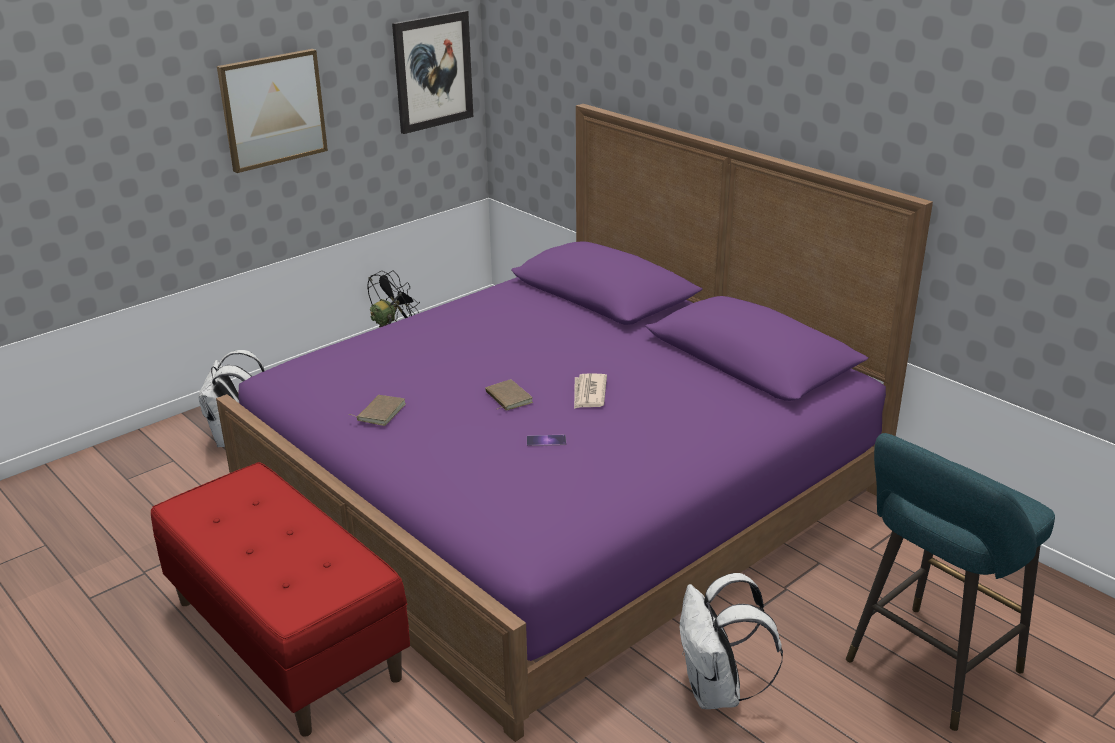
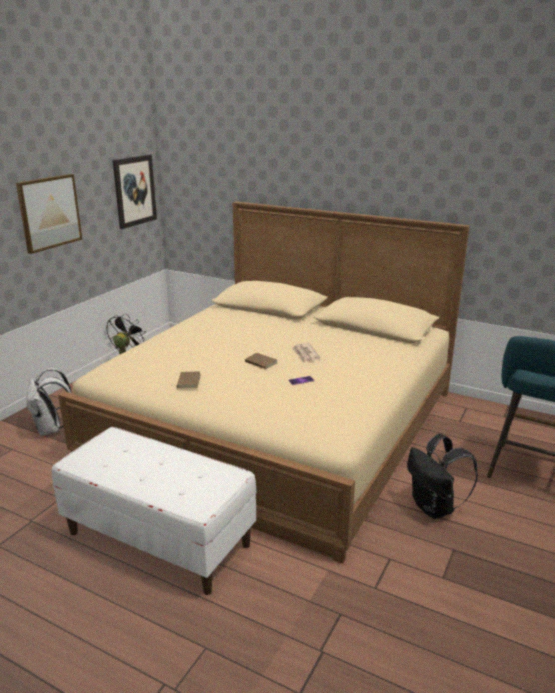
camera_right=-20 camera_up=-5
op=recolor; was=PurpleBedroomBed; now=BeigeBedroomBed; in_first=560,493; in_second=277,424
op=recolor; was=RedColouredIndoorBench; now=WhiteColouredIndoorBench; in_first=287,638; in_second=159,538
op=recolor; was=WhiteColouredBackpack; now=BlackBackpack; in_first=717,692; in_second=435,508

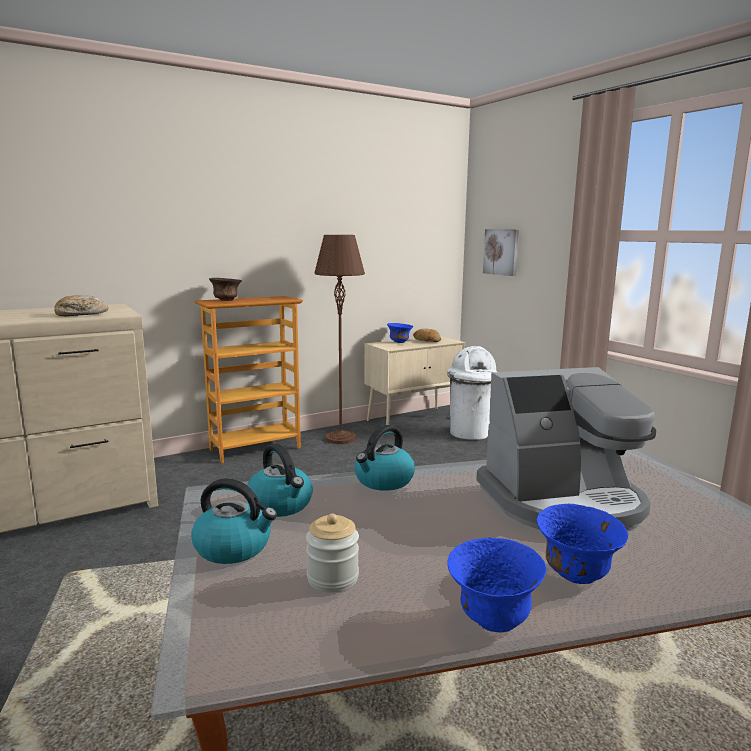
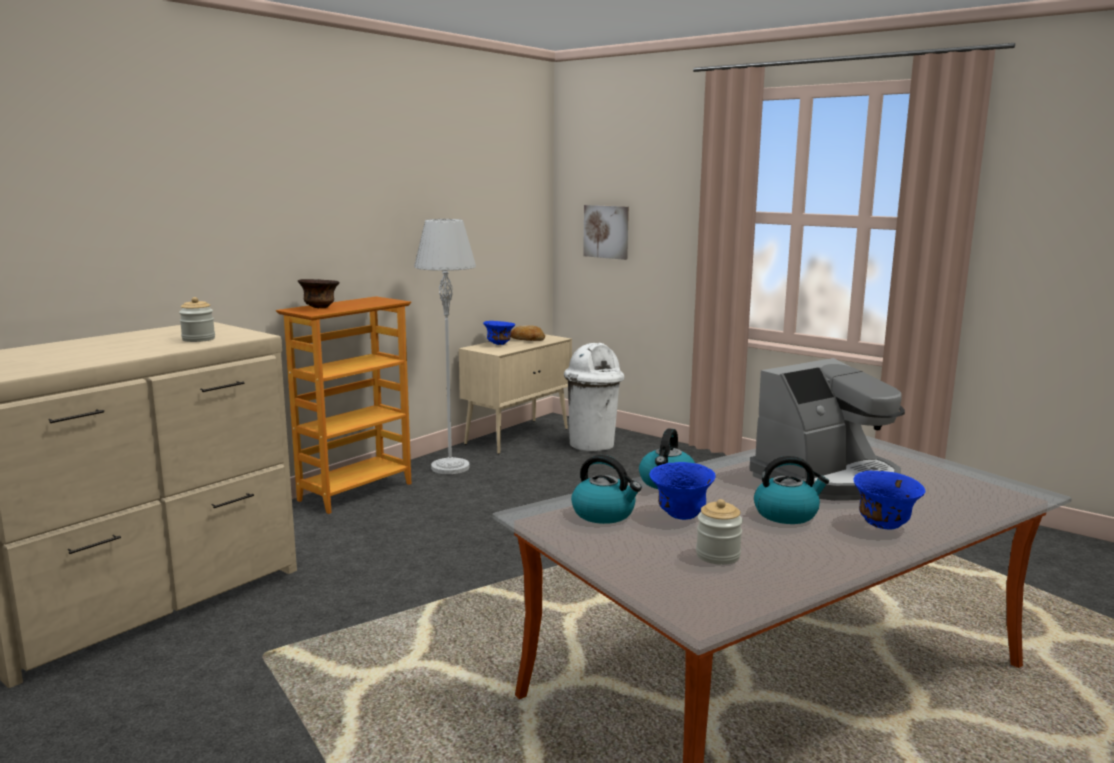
camera_right=-20 camera_up=0
op=recolor; was=BrownFloorLamp; now=GreyFloorLamp; in_first=340,438; in_second=450,467
op=replace; was=BakedBread; now=Jar; in_first=81,314; in_second=198,339
op=move; was=Kettle; in_first=234,547; in_second=786,514
op=move; was=BluishDeepDish; in_first=493,620; in_second=681,515

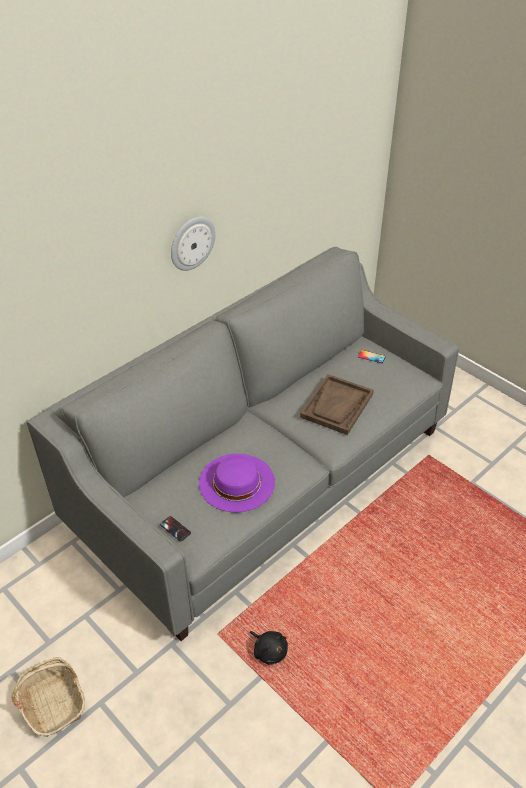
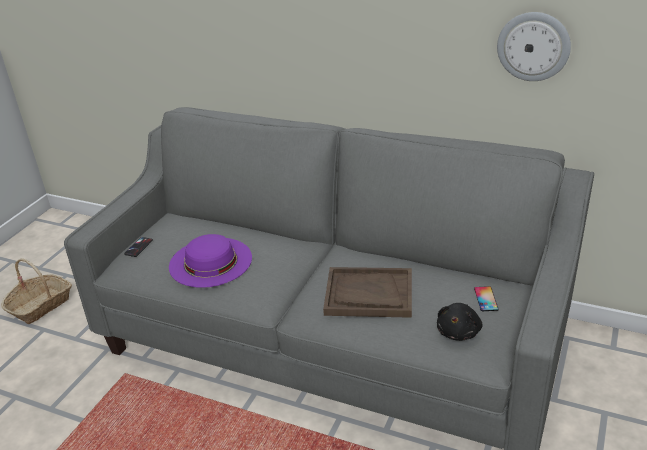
camera_right=70 camera_up=-10
op=move; was=WallClock; in_first=192,243; in_second=533,46
op=move; was=BlackPlushToy; in_first=269,651; in_second=459,331

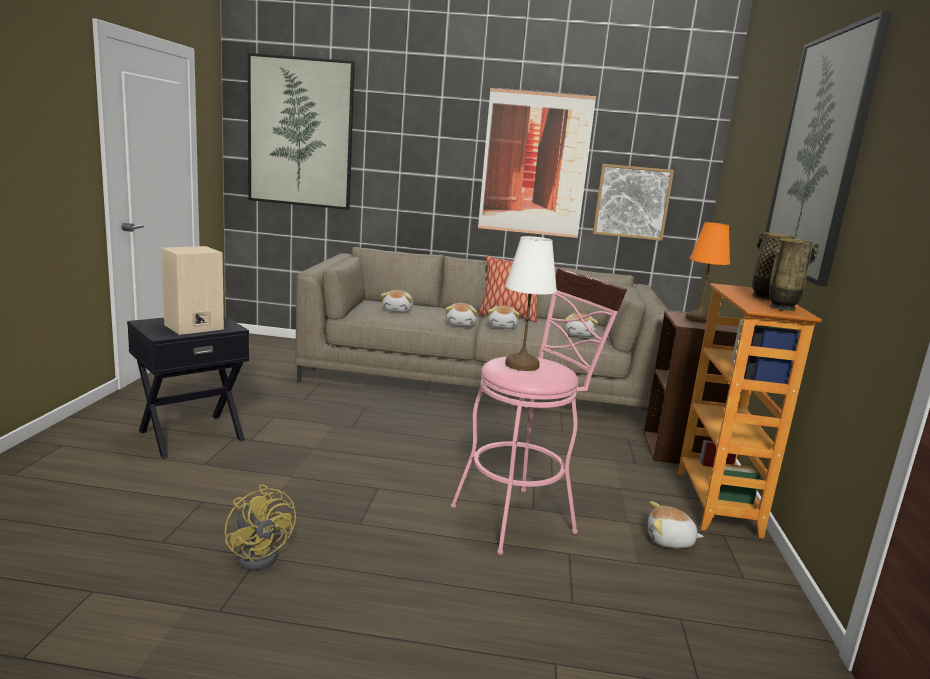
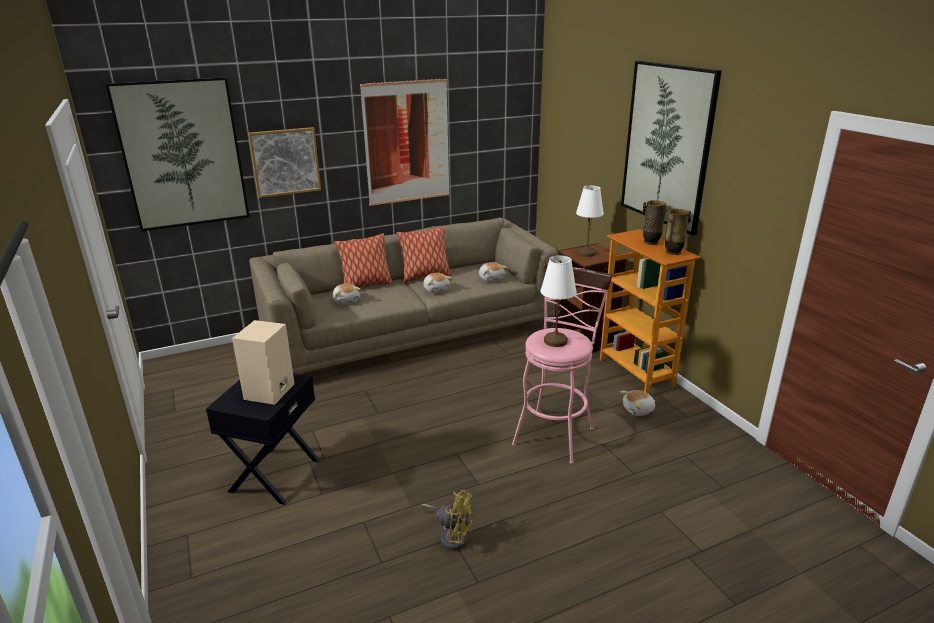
camera_right=-30 camera_up=10
op=move; was=Picture; in_first=632,202; in_second=285,162
op=recolor; was=OrangeTabletopLamp; now=WhiteColouredTabletopLamp; in_first=698,319; in_second=586,253
op=delete; was=PlushToy; in_first=461,324
op=insert; now=Cushion; in_second=366,285

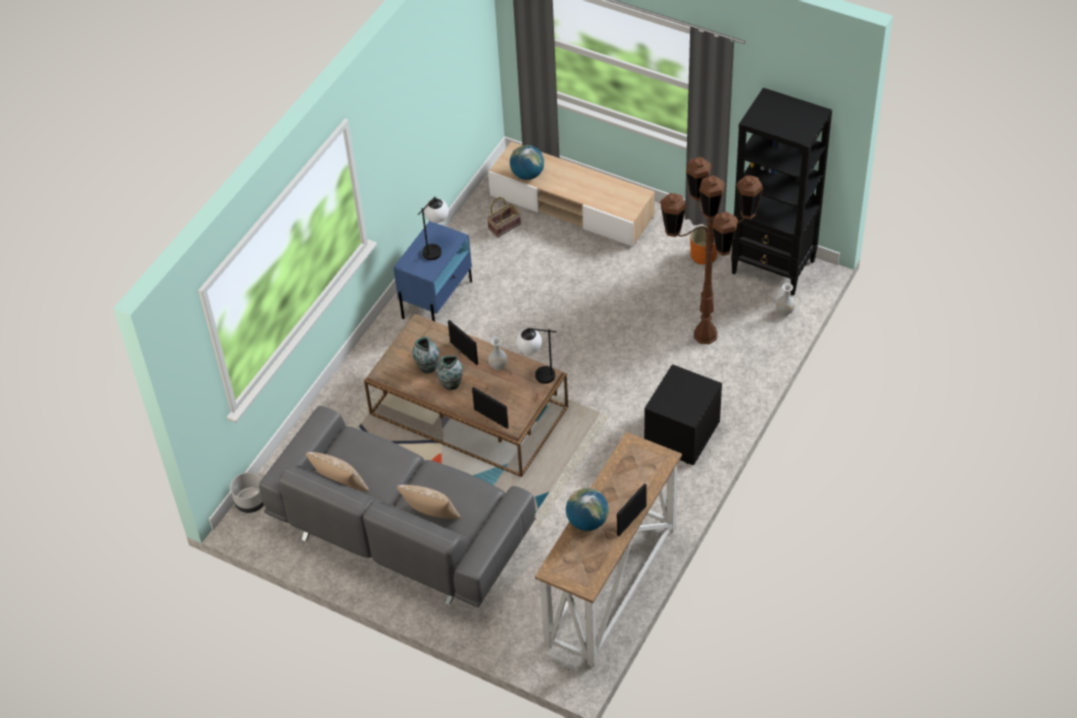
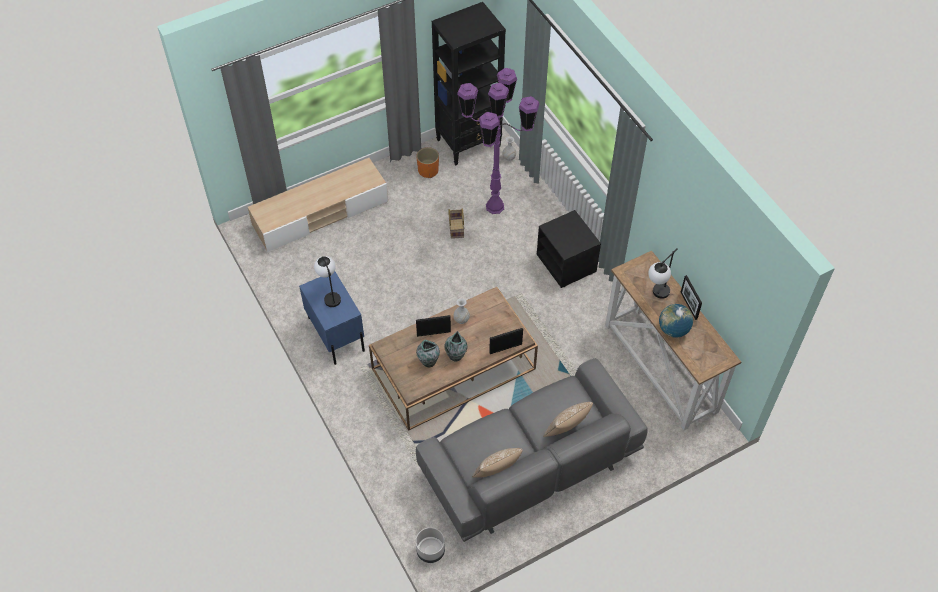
camera_right=-60 camera_up=5
op=delete; was=DeskGlobe; in_first=527,175
op=recolor; was=BrownFloorLamp; now=PurpleFloorLamp; in_first=706,335; in_second=495,206
op=move; was=Basket; in_first=504,226; in_second=455,228
op=move; was=TabletopLamp; in_first=536,375; in_second=656,296

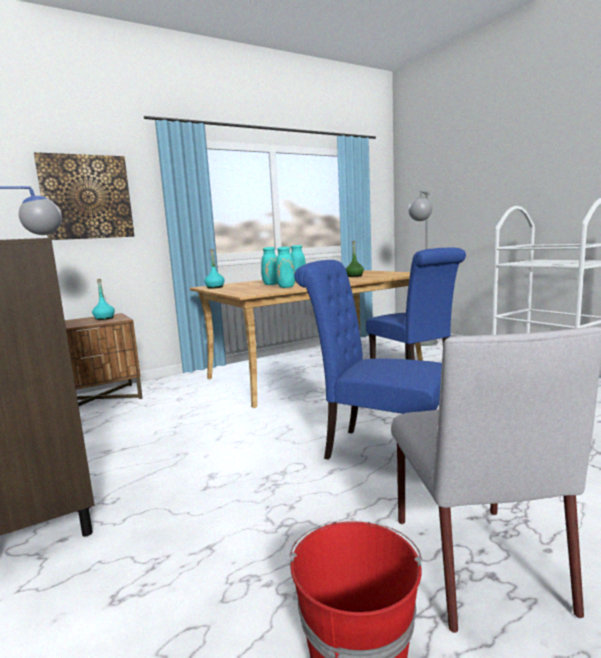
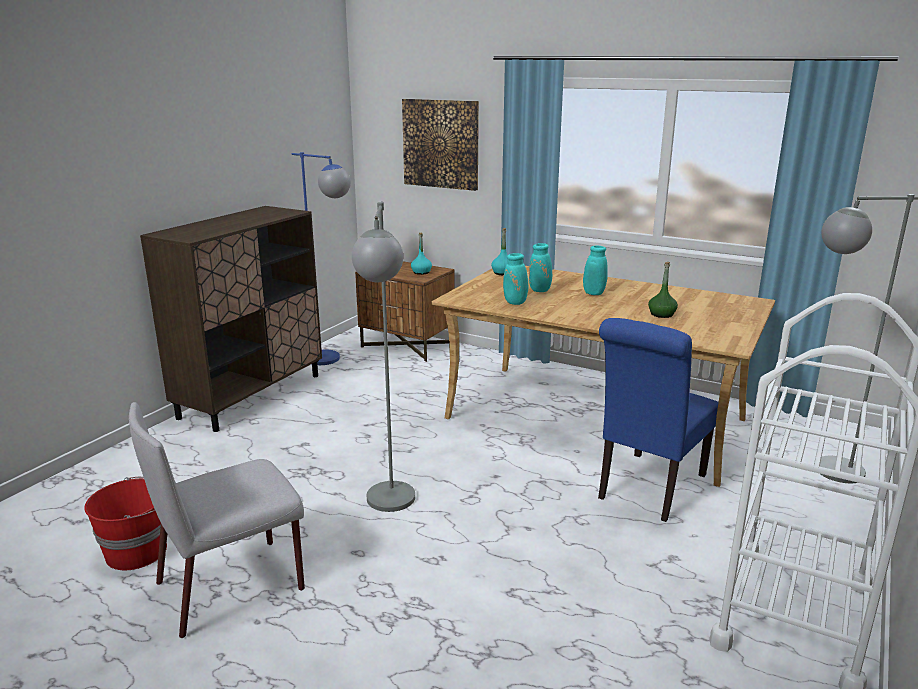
camera_right=60 camera_up=10
op=replace; was=BluishUprightChair; now=GreyFloorLamp; in_first=377,450; in_second=390,508

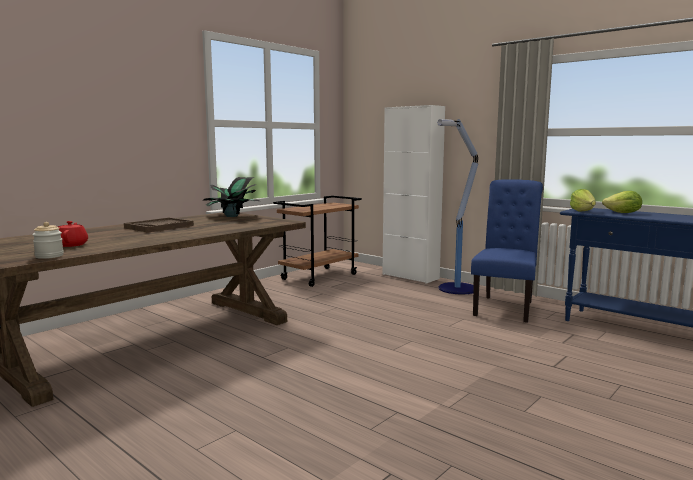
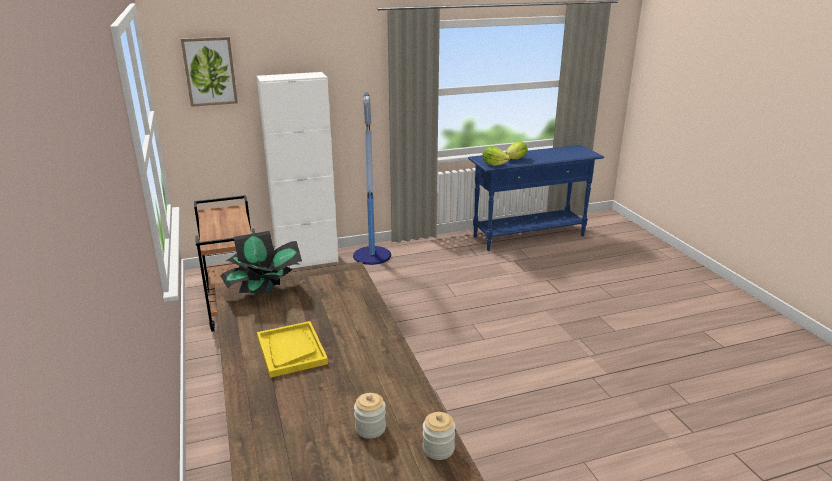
camera_right=-60 camera_up=15
op=delete; was=BluishUprightChair; in_first=505,307
op=recolor; was=BrownTray; now=YellowColouredTray; in_first=159,227; in_second=291,350
op=replace; was=RedColouredTeapot; now=Jar; in_first=72,245; in_second=370,428
op=insert; now=Picture; in_second=210,71

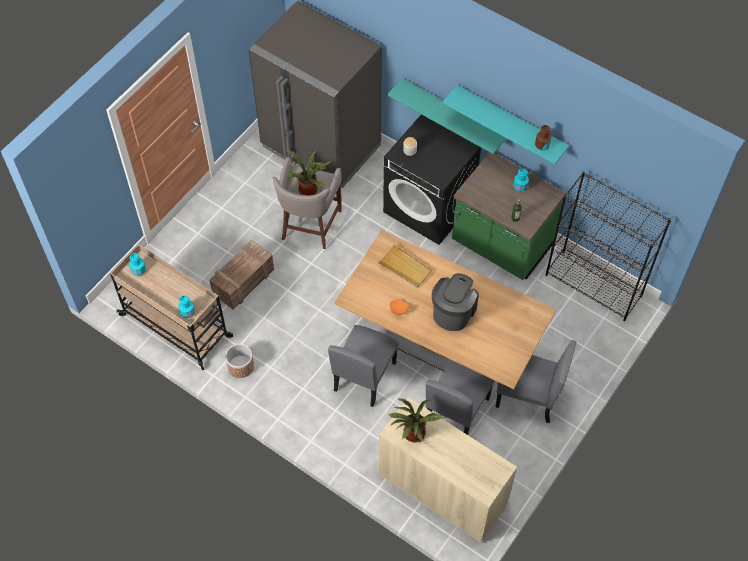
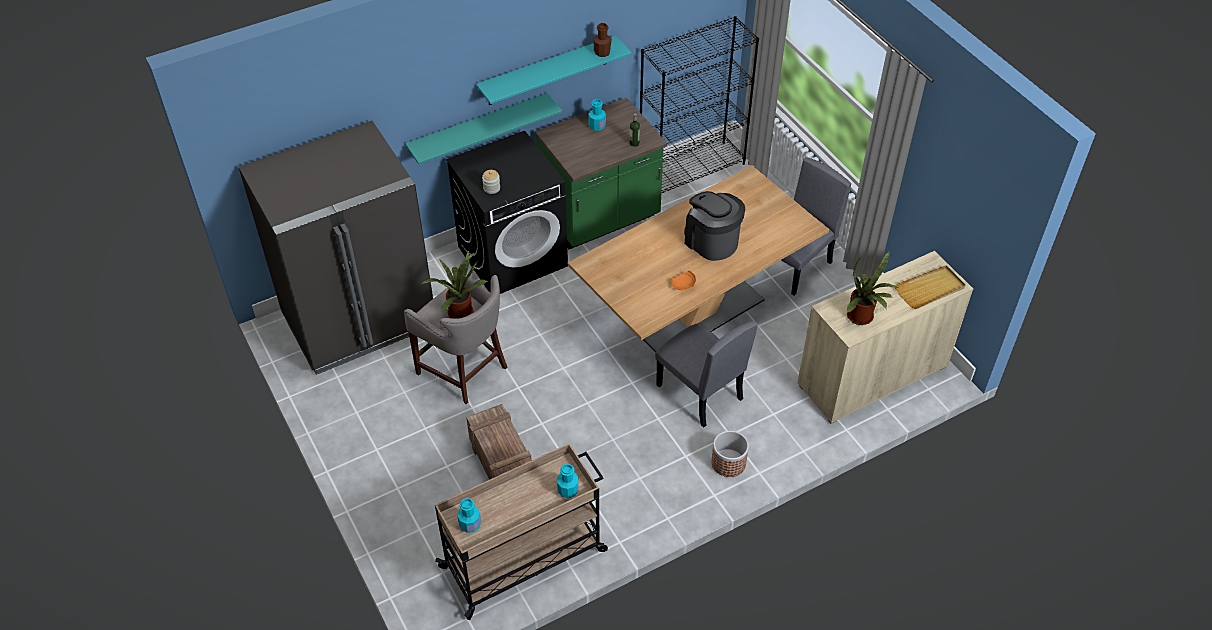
camera_right=-65 camera_up=-10
op=move; was=BeigeTray; in_first=405,268; in_second=930,289
op=move; was=PlantPot; in_first=240,366; in_second=728,463
op=delete; was=GreyUprightChair; in_first=456,410

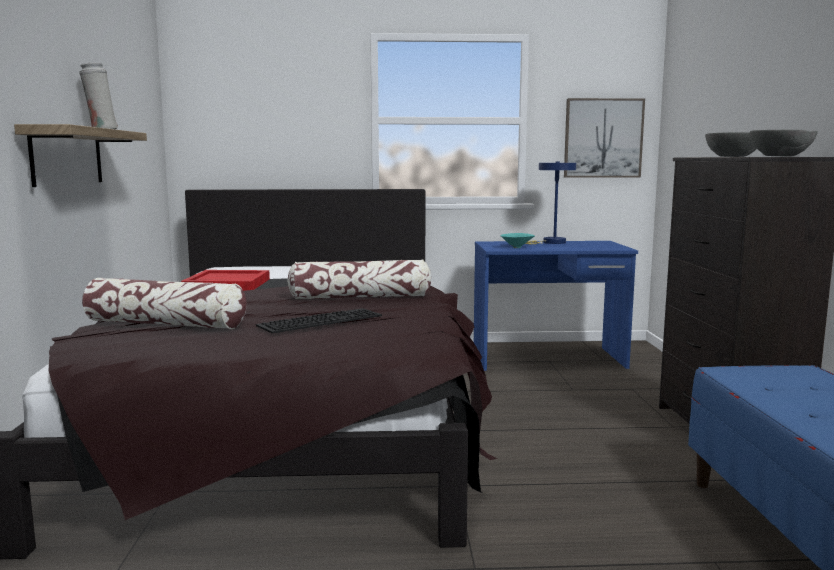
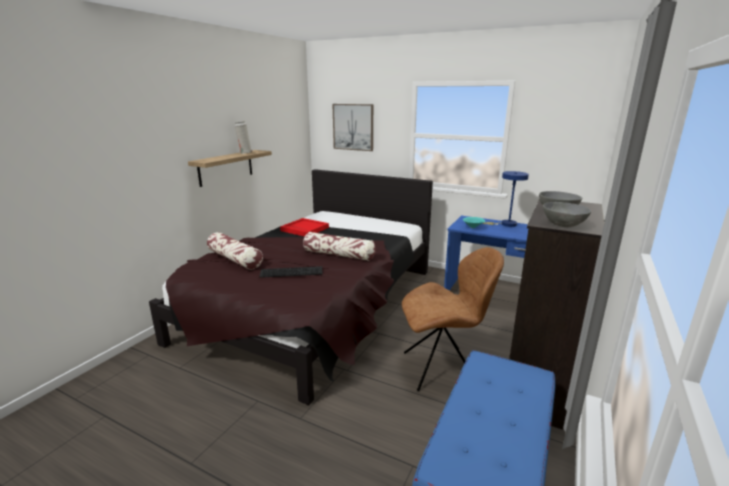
camera_right=30 camera_up=10
op=move; was=Picture; in_first=603,138; in_second=353,127
op=insert; now=BrownUprightChair; in_second=443,368

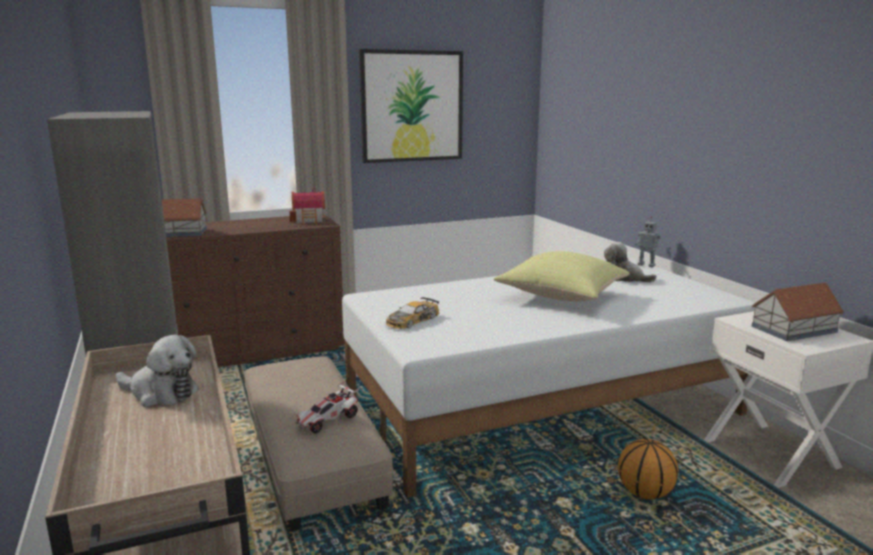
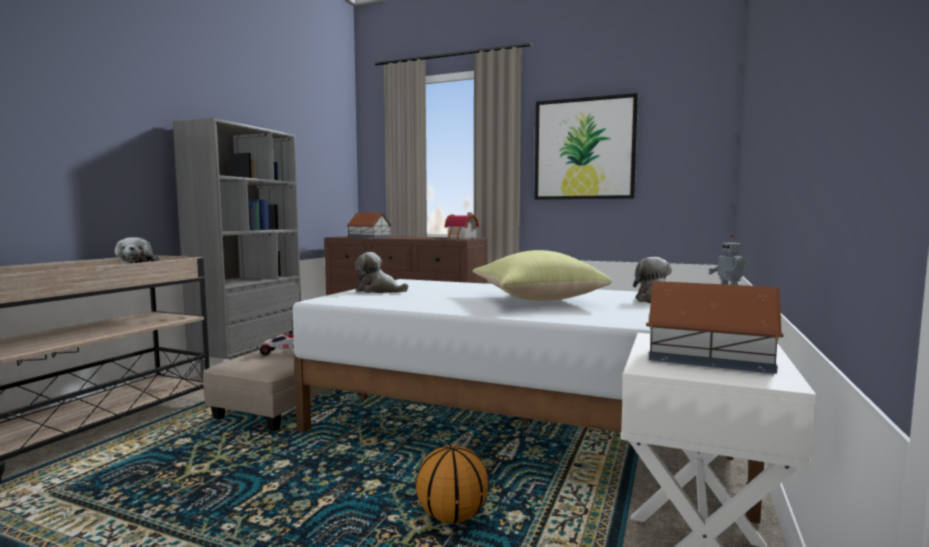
camera_right=45 camera_up=-10
op=replace; was=ToyCar; now=PlushToy; in_first=412,320; in_second=379,291

